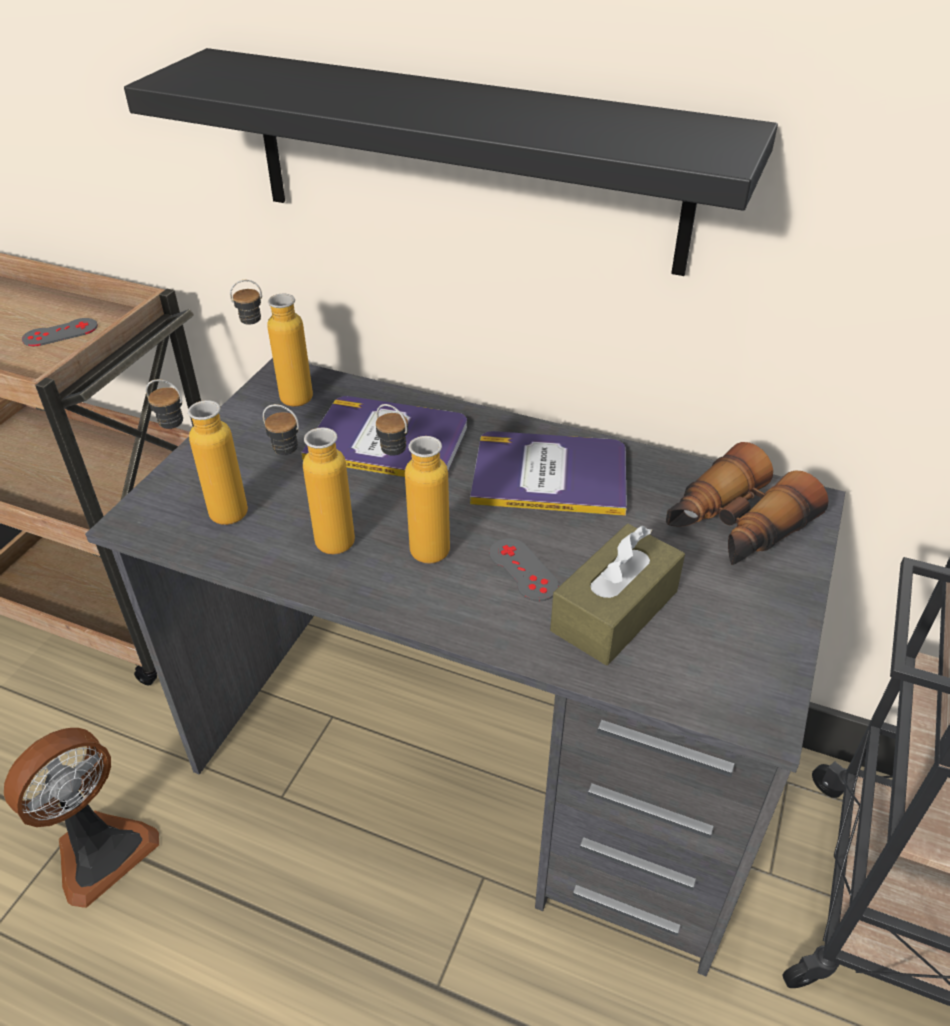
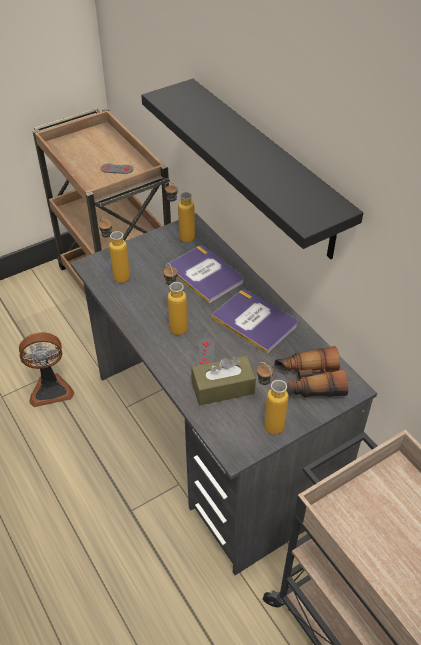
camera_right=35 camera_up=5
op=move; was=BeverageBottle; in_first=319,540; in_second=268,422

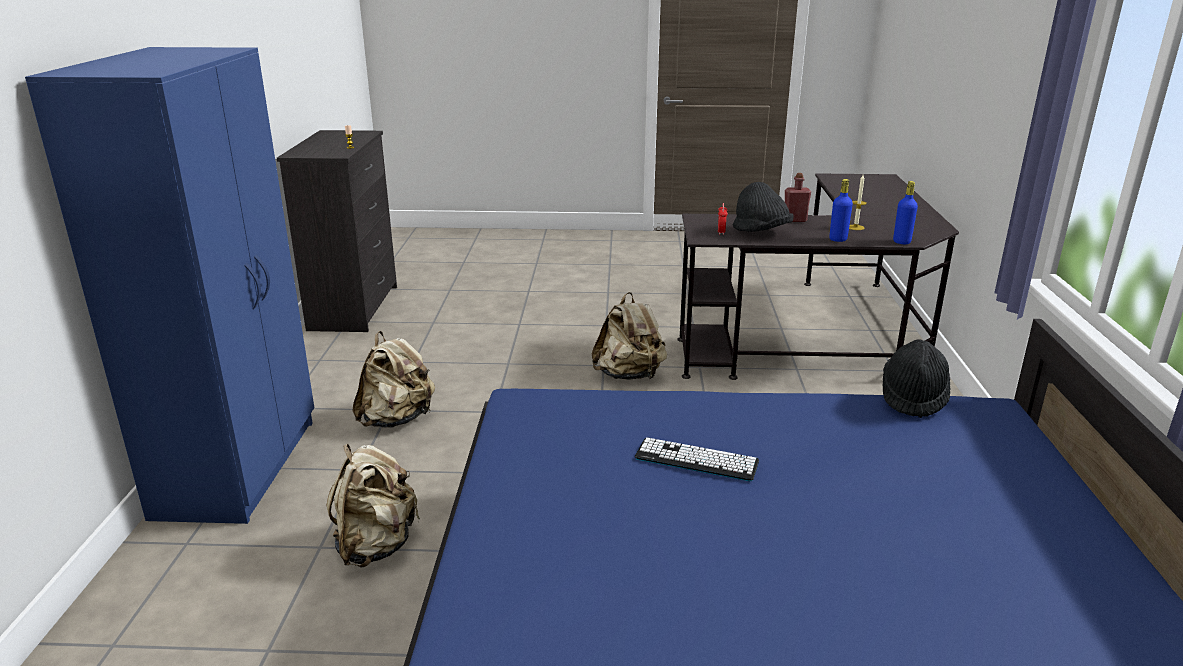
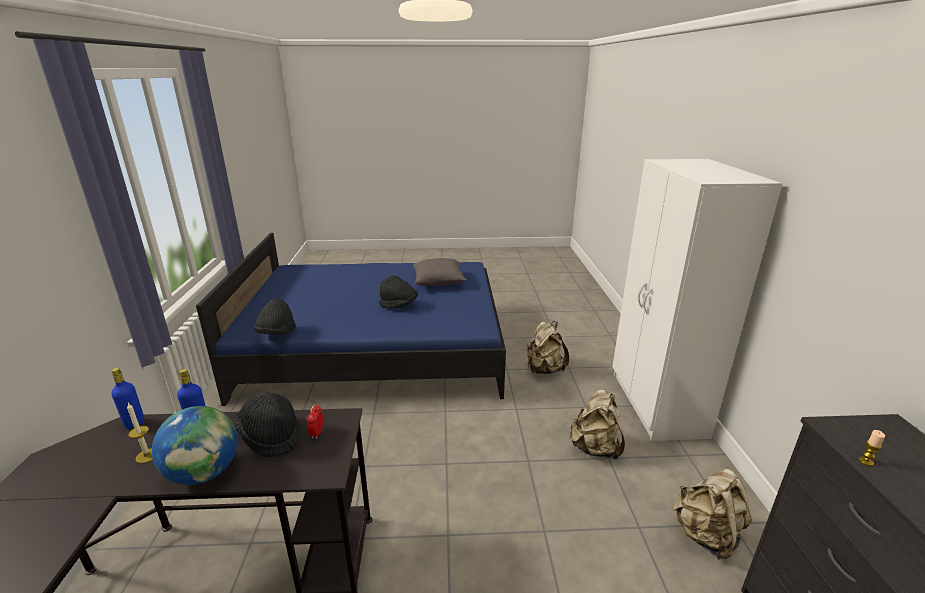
camera_right=175 camera_up=0
op=recolor; was=BluishArmoire; now=WhiteColouredArmoire; in_first=240,466; in_second=656,405
op=replace; was=RedColouredBeverageBottle; now=DeskGlobe; in_first=795,220; in_second=205,472
op=move; was=BeigeBackpack; in_first=629,375; in_second=706,535
op=replace; was=ComputerKeyboard; now=BlackWearableHat; in_first=696,460; in_second=399,305
op=insert; now=GreyCushion; in_second=439,282

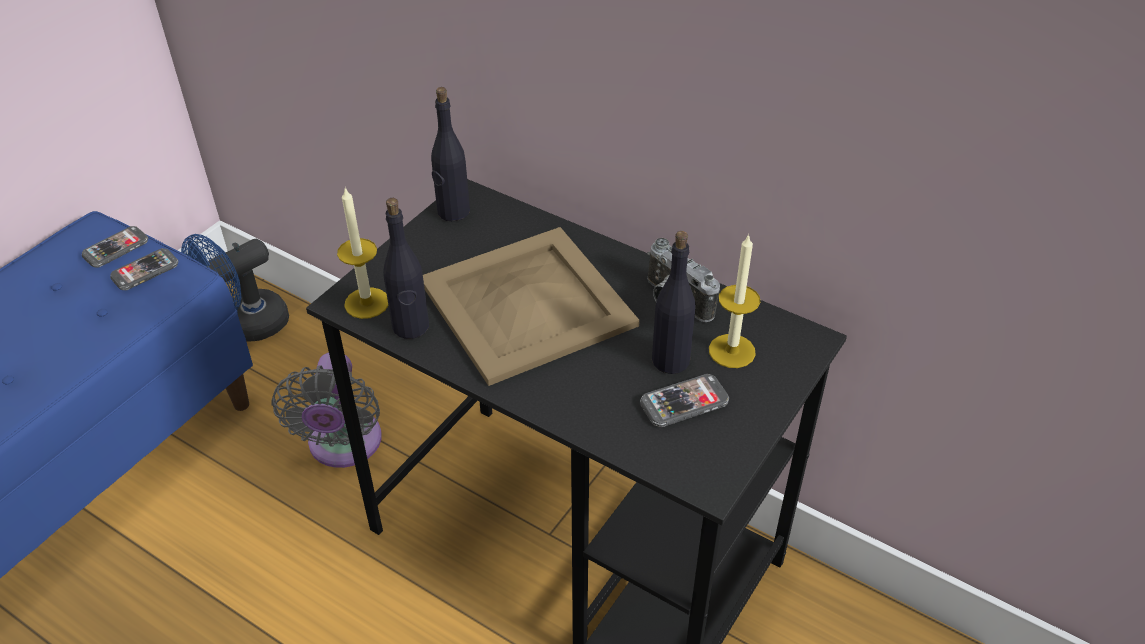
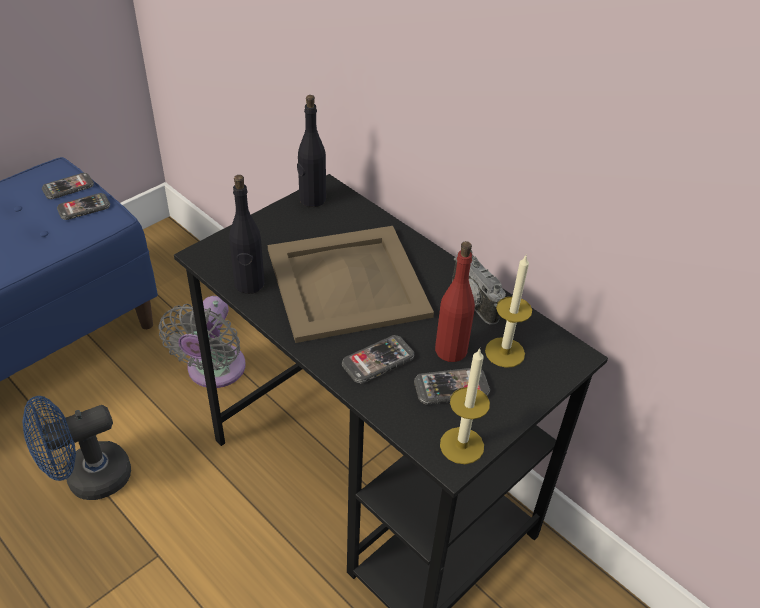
camera_right=10 camera_up=0
op=move; was=WaxCandle; in_first=366,303; in_second=462,445
op=recolor; was=BlackBeverageBottle; now=RedColouredBeverageBottle; in_first=670,360; in_second=450,350
op=move; was=BluishElectricFan; in_first=247,326; in_second=88,479
op=insert; now=Telephone; in_second=378,361

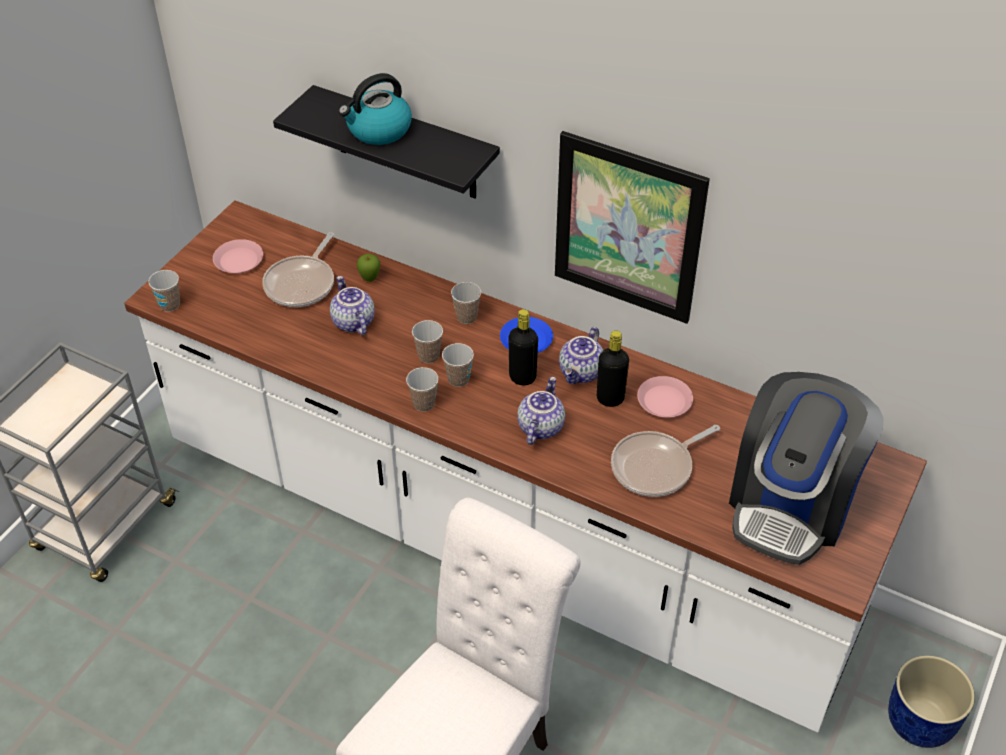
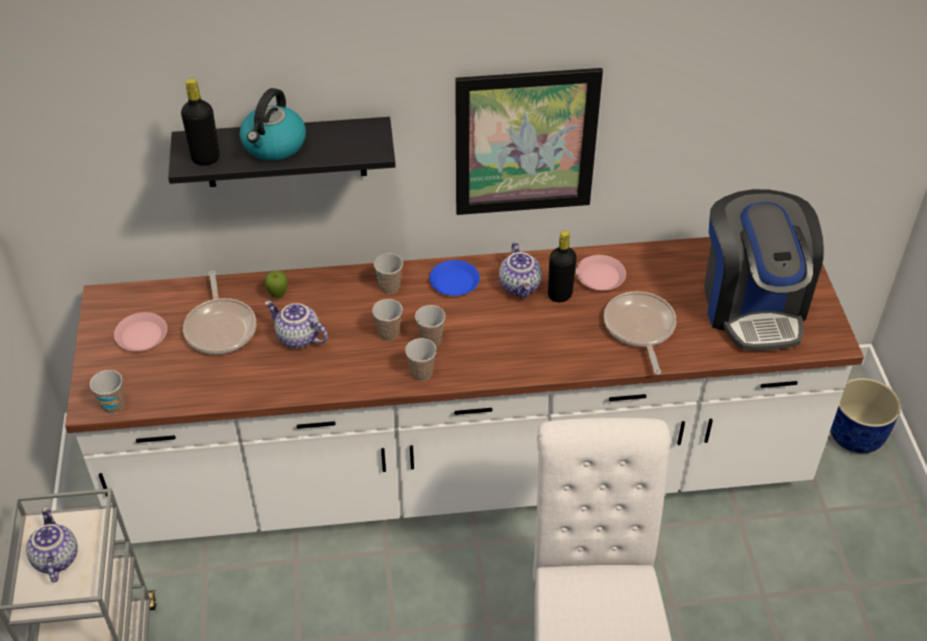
camera_right=-35 camera_up=0
op=move; was=BlackBeverageBottle; in_first=522,377; in_second=205,158
op=move; was=Teapot; in_first=539,427; in_second=55,558
op=rotate; was=Pan; in_first=656,467; in_second=639,328; clockwise=150

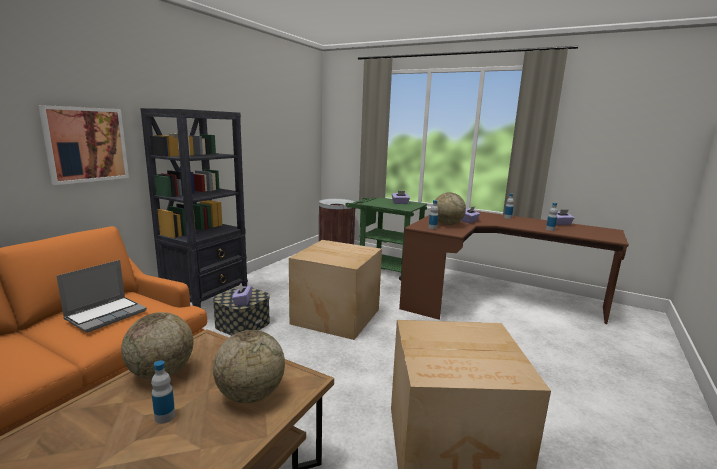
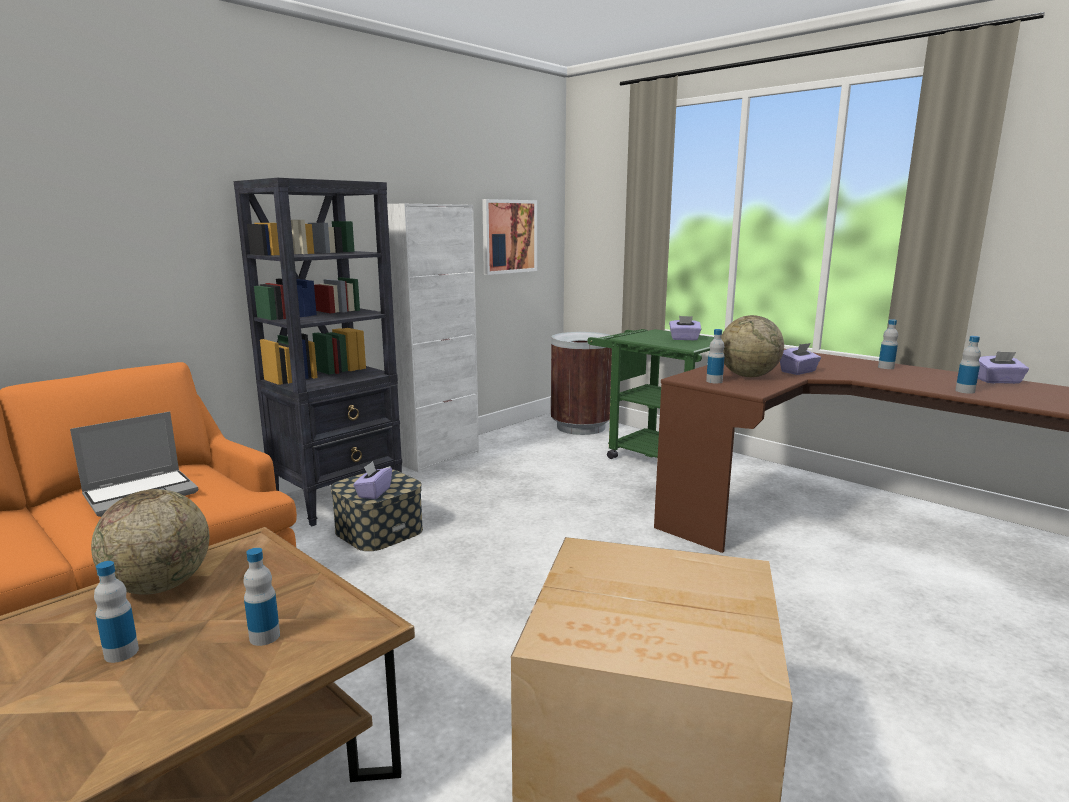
camera_right=15 camera_up=0
op=move; was=Picture; in_first=86,144; in_second=509,236
op=delete; was=PackingBox; in_first=335,316
op=replace; was=DeskGlobe; now=BeverageBottle; in_first=250,395; in_second=264,636
op=insert; now=WhiteColouredStorageCabinet; in_second=438,457

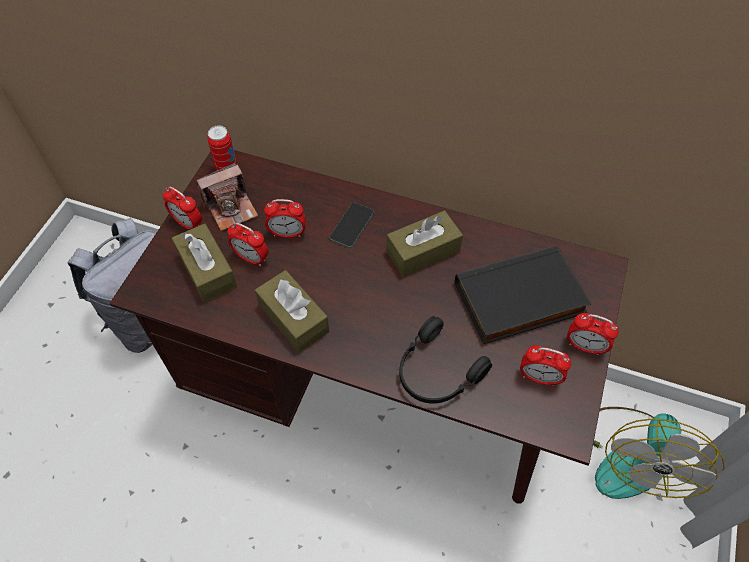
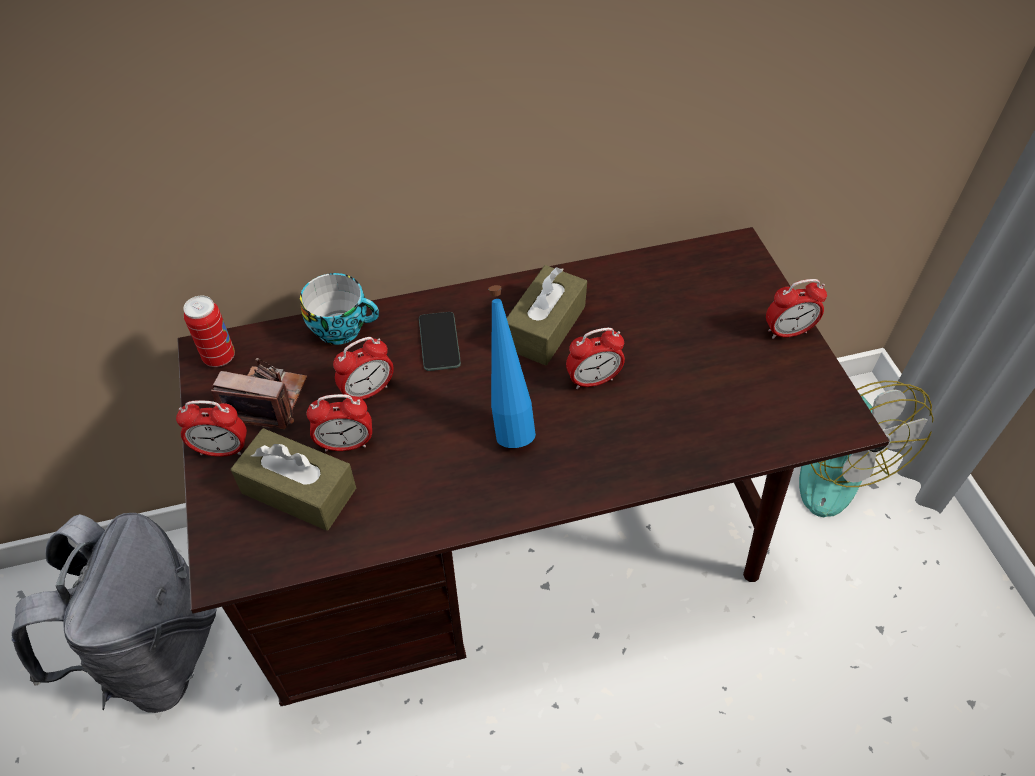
camera_right=-35 camera_up=-5
op=rotate; was=StillCamera; in_first=231,208; in_second=267,400; clockwise=-105
op=delete; was=BlackBoundBook; in_first=520,300
op=delete; was=BrownTissueHolder; in_first=293,318
op=delete; was=BlackHeadphones; in_first=436,372
op=move; was=BedsideClock; in_first=539,377; in_second=593,380
op=insert; now=SmallCup; in_second=343,327
op=insert; now=BluishBeverageBottle; in_second=508,422

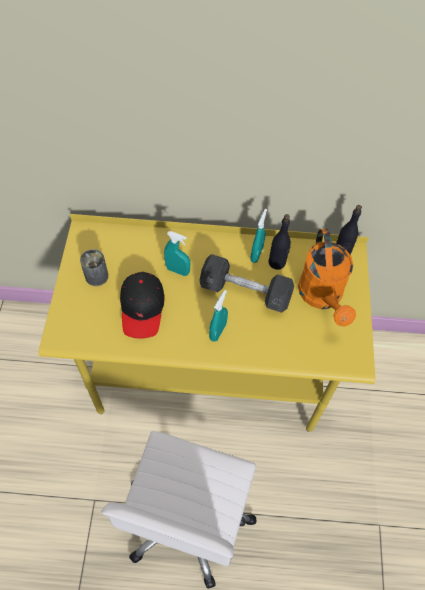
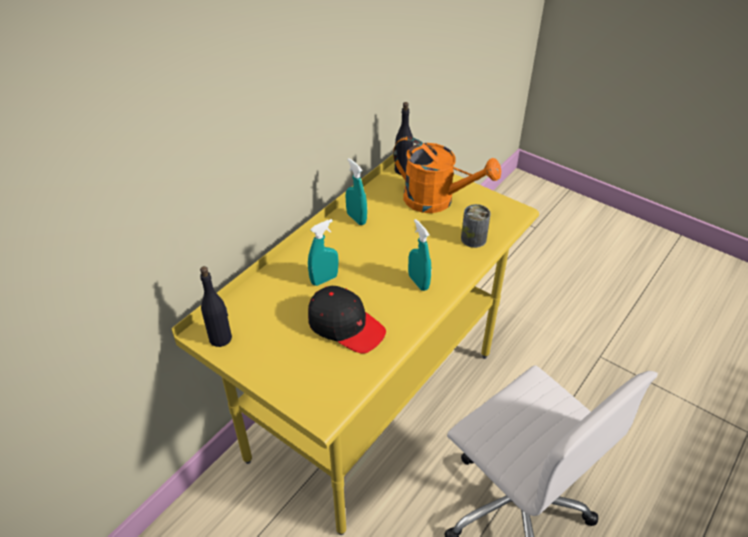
camera_right=-55 camera_up=-15
op=move; was=BlackBeverageBottle; in_first=277,262; in_second=221,338
op=move; was=MetalCan; in_first=96,276; in_second=473,239
op=delete; was=GreyDumbbell; in_first=245,292

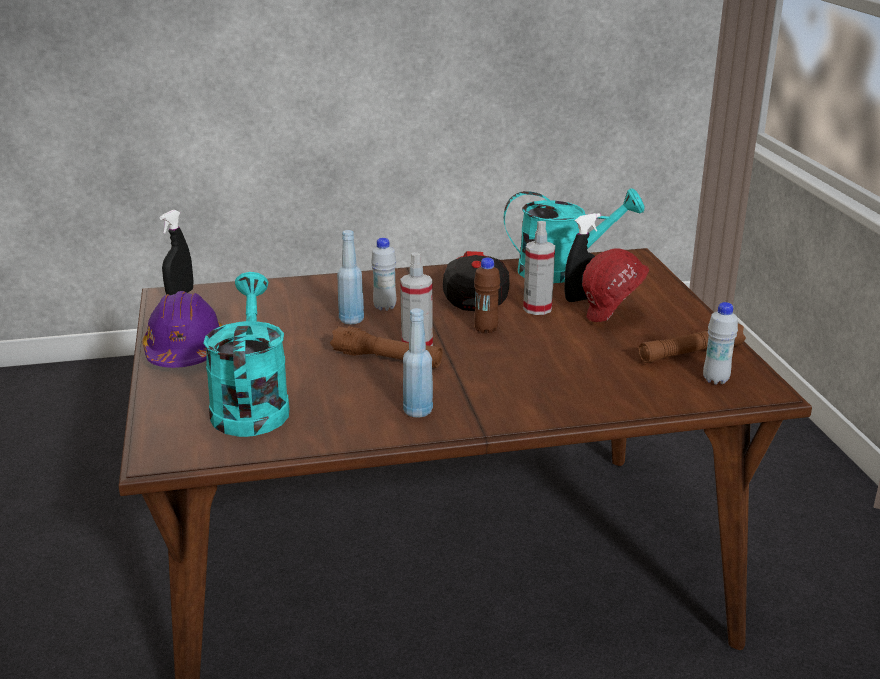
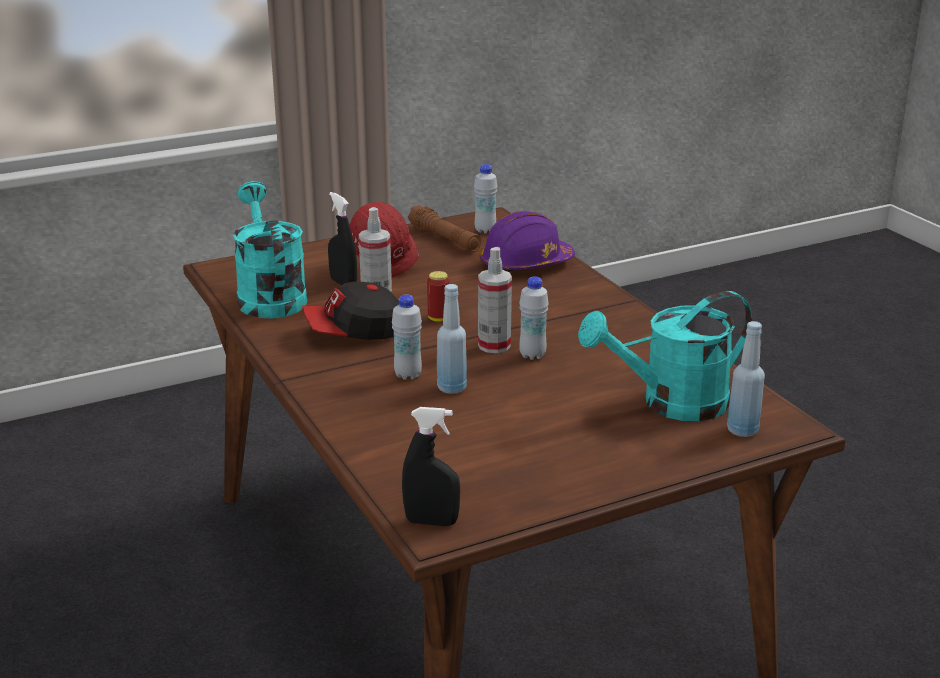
camera_right=-105 camera_up=0
op=replace; was=BrownBeverageBottle; now=MetalCan; in_first=486,329; in_second=438,318
op=move; was=PurpleHardHat; in_first=185,351; in_second=525,264
op=move; was=BluishBeverageBottle; in_first=417,411; in_second=742,430
op=replace; was=BrownTorch; now=WhiteColouredBeverageBottle; in_first=387,359; in_second=532,355

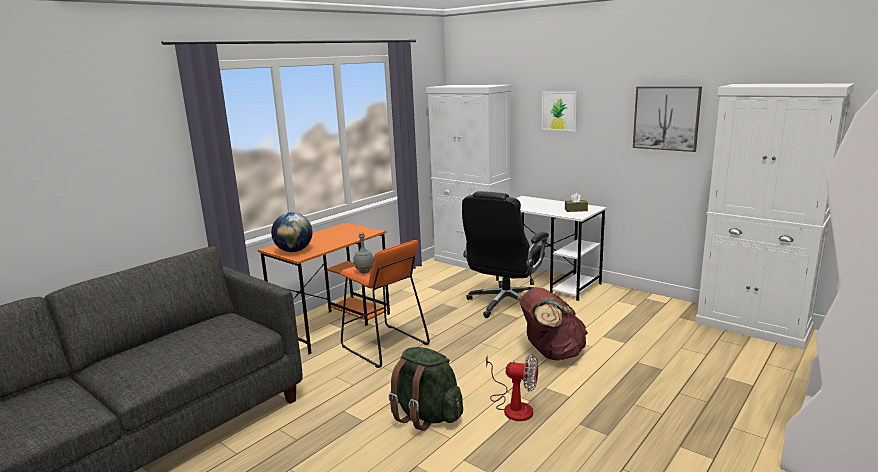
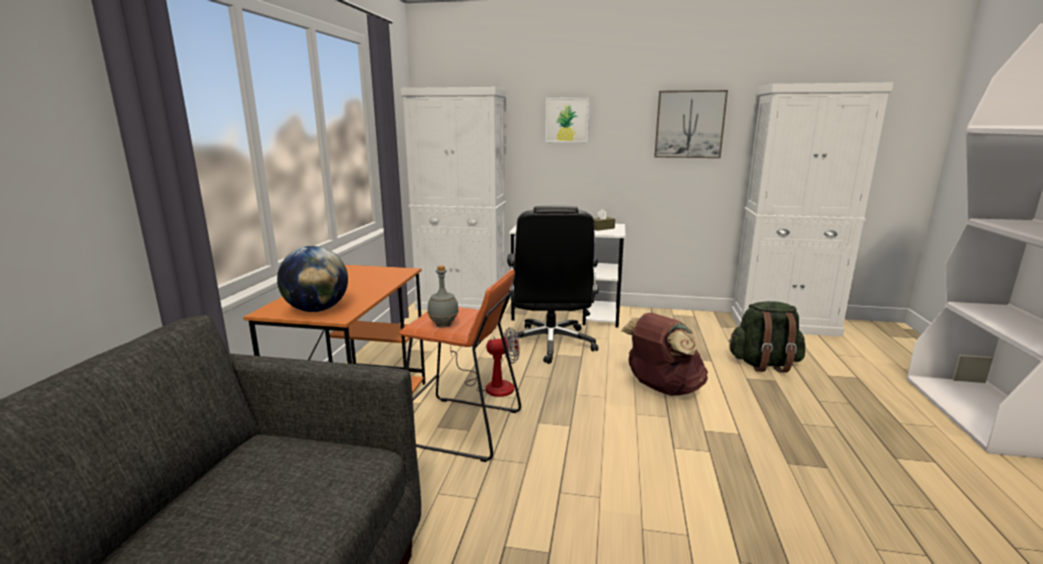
camera_right=-30 camera_up=0
op=move; was=GreenColouredBackpack; in_first=426,416; in_second=764,364
op=move; was=ElectricFan; in_first=513,406; in_second=491,386

